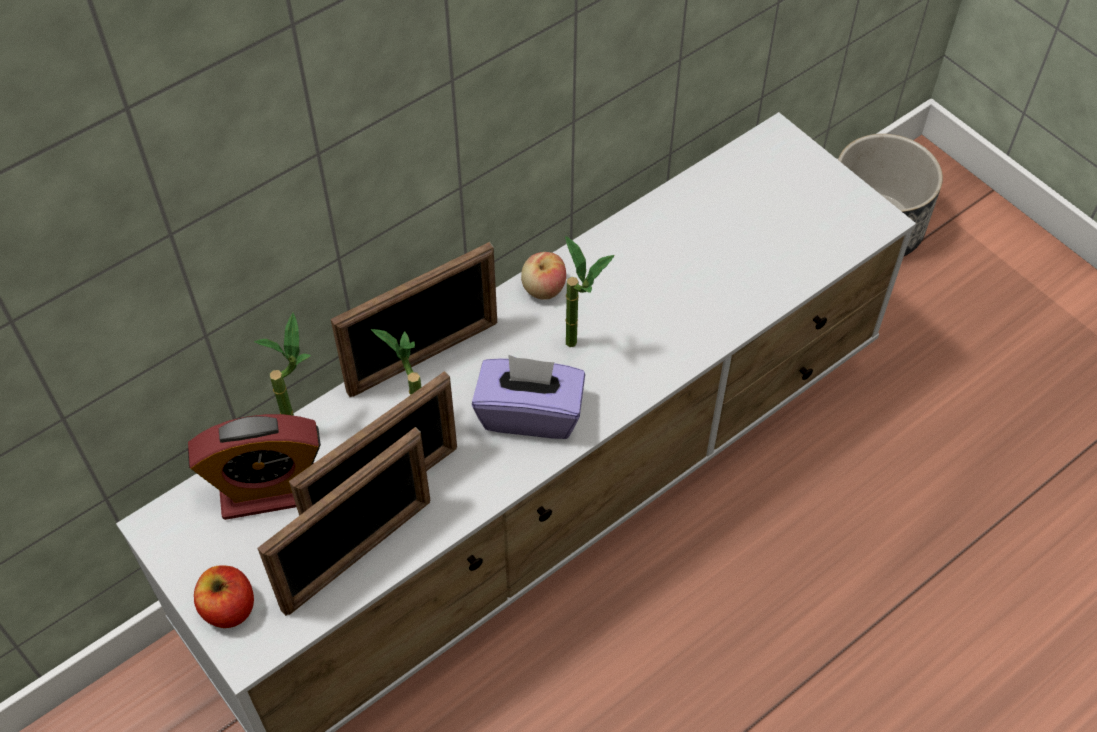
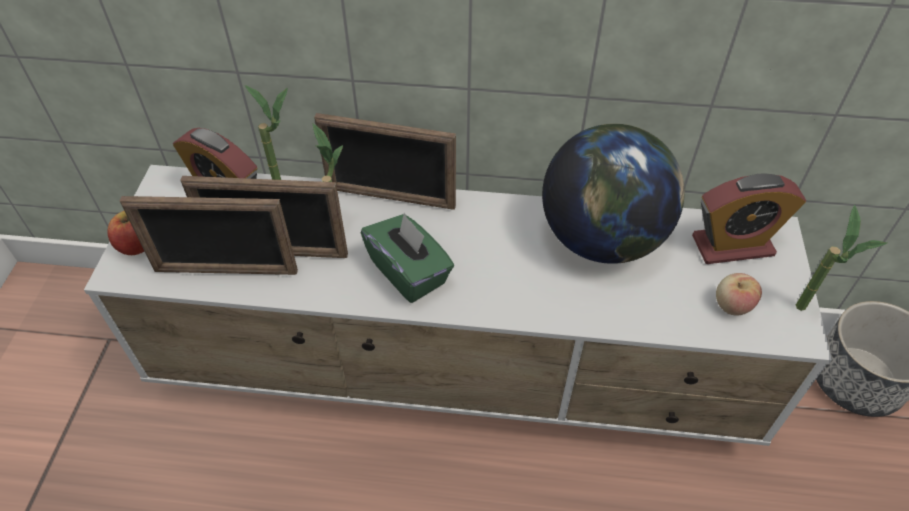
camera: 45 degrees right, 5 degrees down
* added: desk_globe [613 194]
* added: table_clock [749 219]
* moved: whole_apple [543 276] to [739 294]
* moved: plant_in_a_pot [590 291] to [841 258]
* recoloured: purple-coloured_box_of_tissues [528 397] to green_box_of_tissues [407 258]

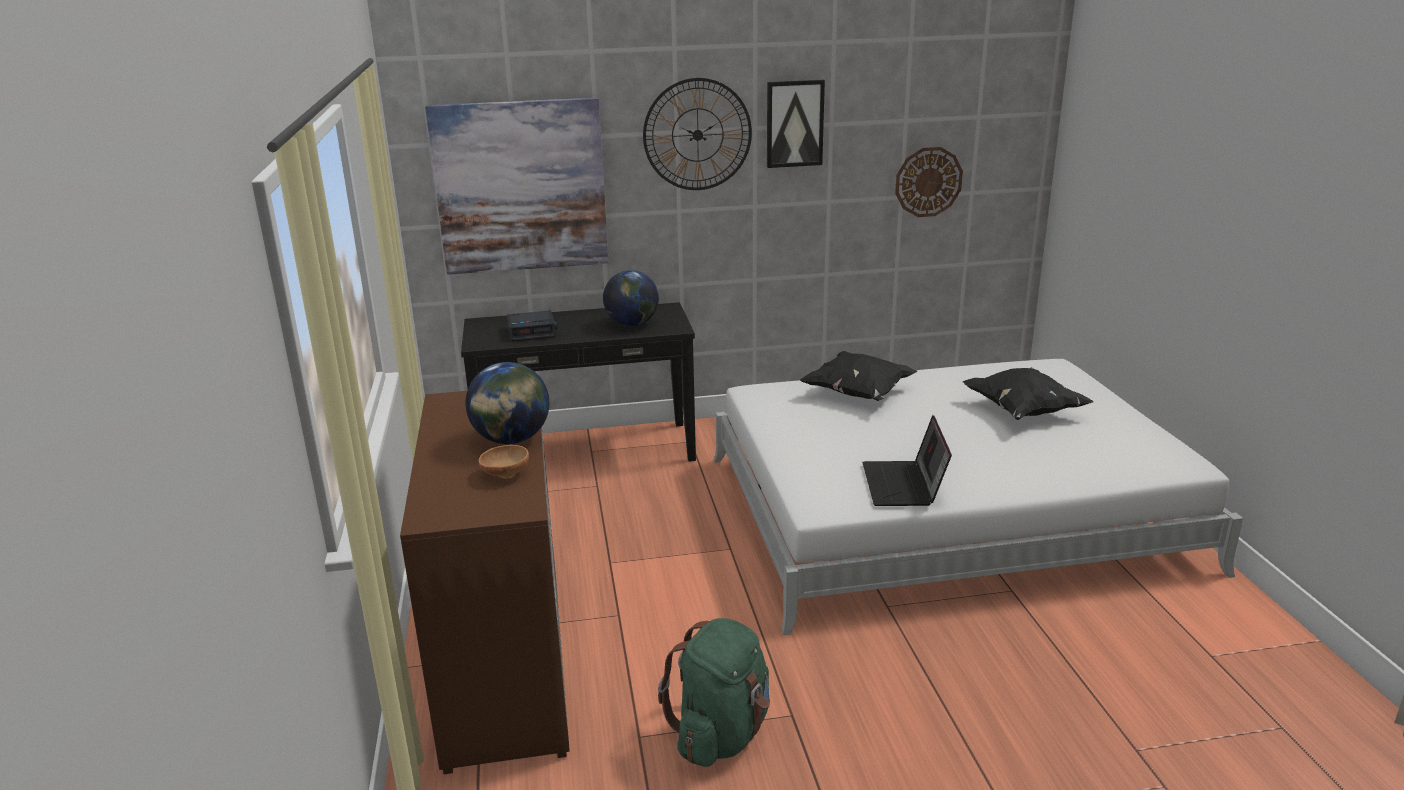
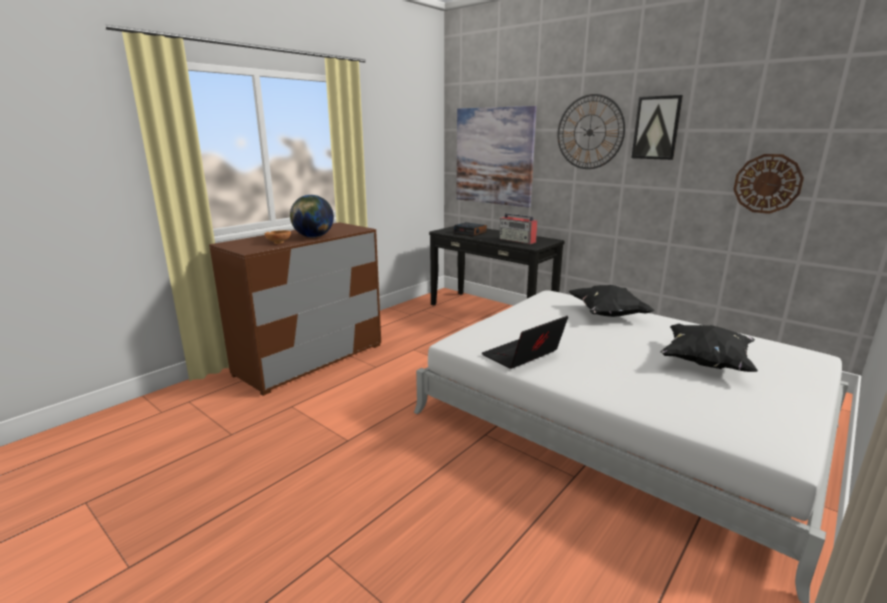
camera: 50 degrees right, 5 degrees down
* removed: green_knapsack [714 692]
* replaced: desk_globe [631 298] to radio_receiver [518 228]

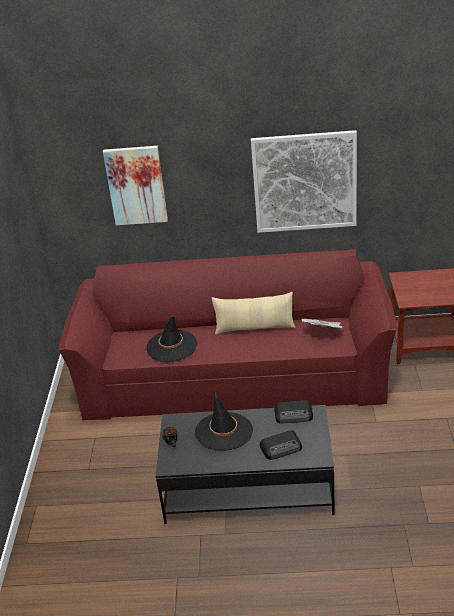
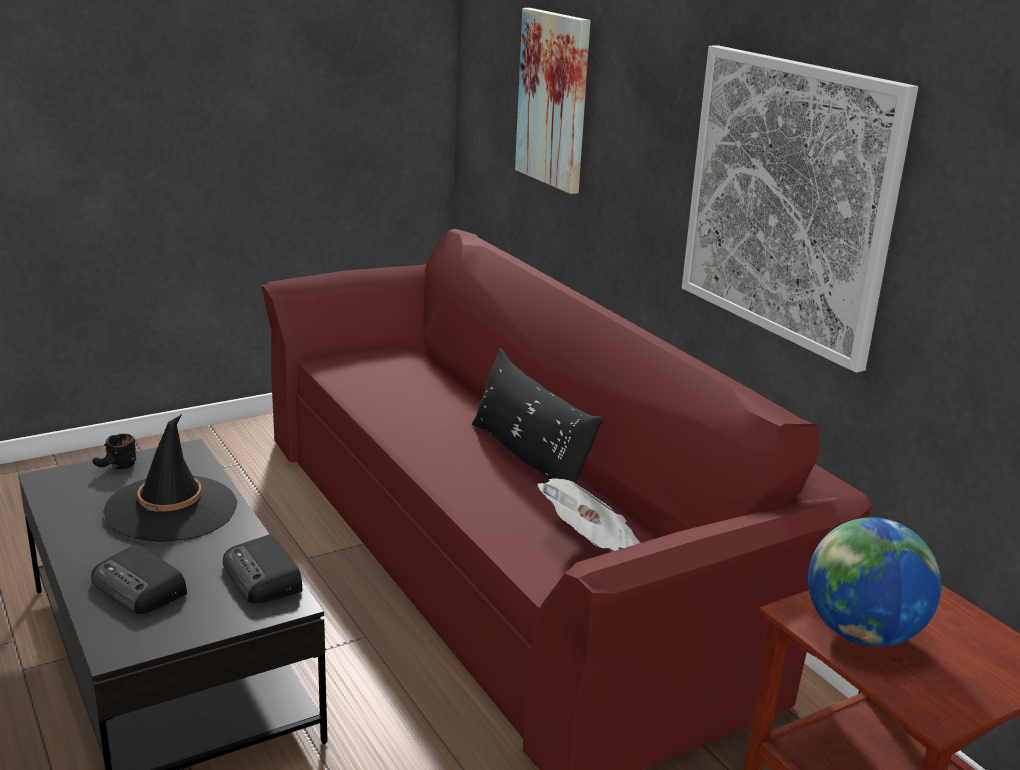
camera: 55 degrees right, 10 degrees down
* removed: black_clothing_hat [171 339]
* added: desk_globe [875 582]
* recoloured: sand-coloured_cushion [254 313] to black_cushion [537 415]

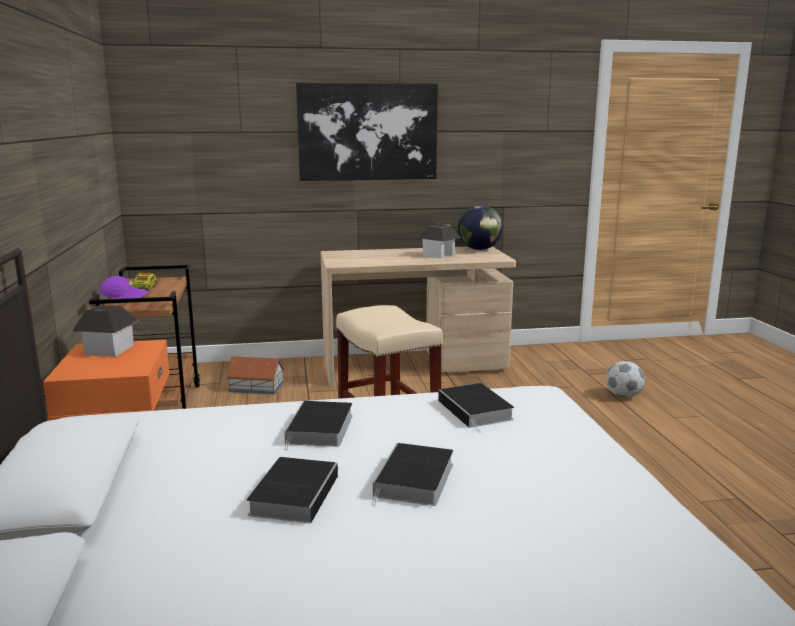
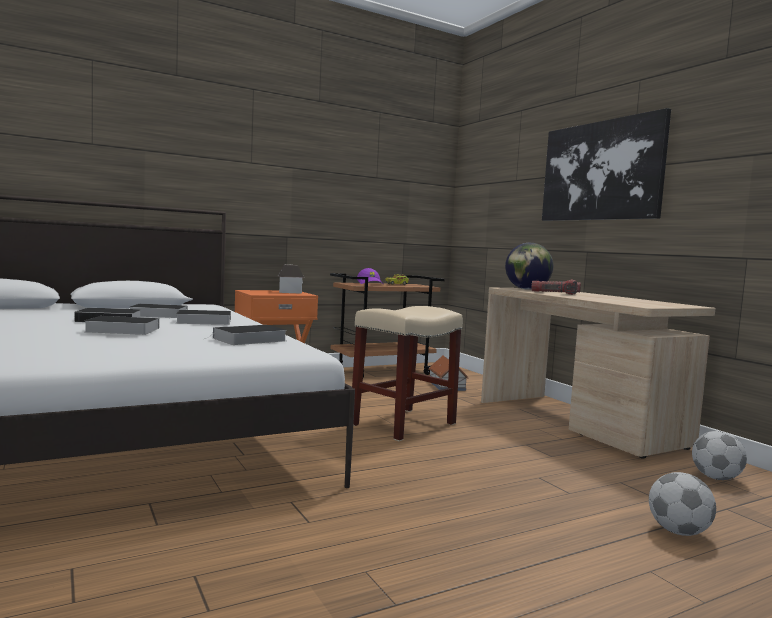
camera: 70 degrees right, 10 degrees down
* removed: toy_house [439 241]
* added: bound_book [158 311]
* added: hand_torch [556 287]
* added: football [719 455]
* moved: desk_globe [480 227] to [529 266]

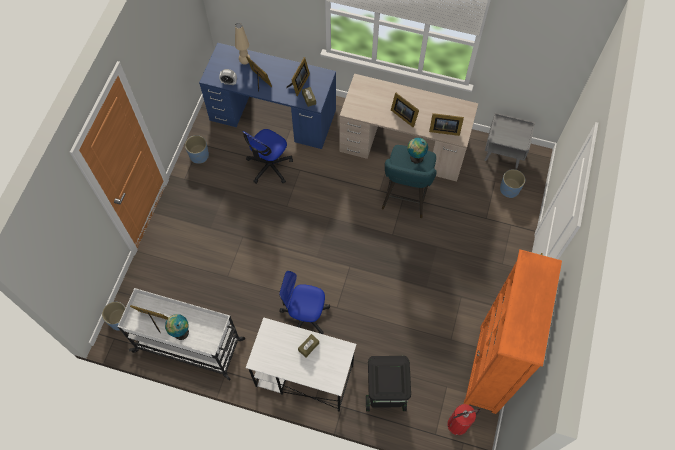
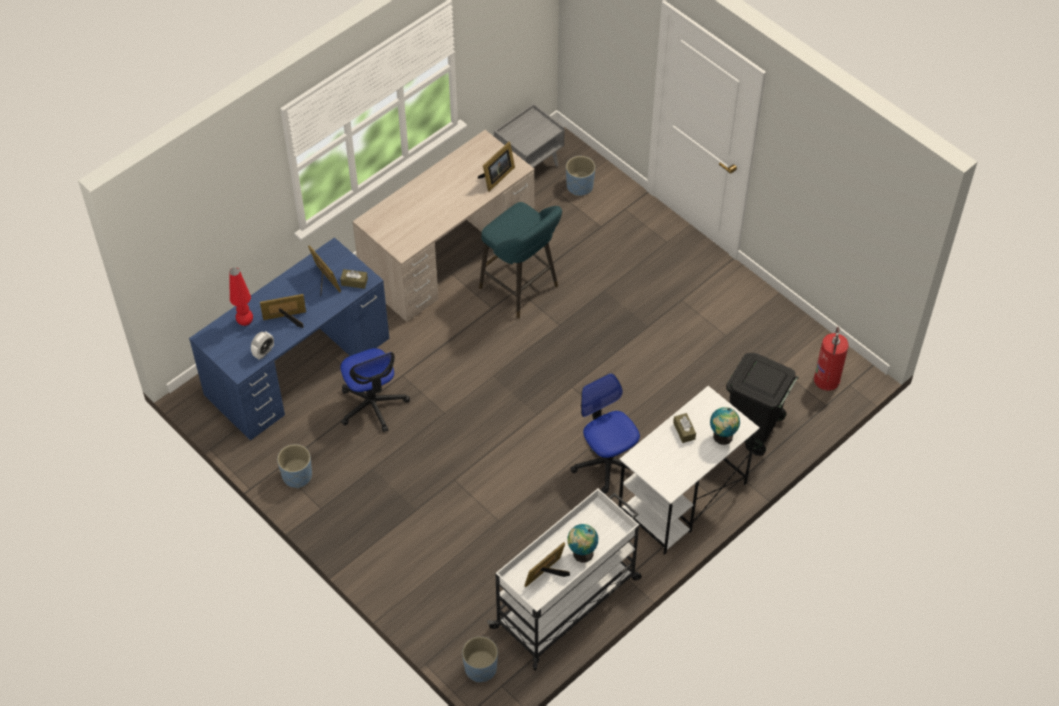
camera: 60 degrees left, 10 degrees down
* removed: standing_frame [405 110]
* removed: orange_bookcase [513 331]
* moved: desk_globe [417 151] to [725 426]
* recoloured: sand-coloured_lamp_for_a_table [242 44] to red_lamp_for_a_table [241 297]
* turned: desk_chair [304 302] = [605 433] 105 degrees clockwise

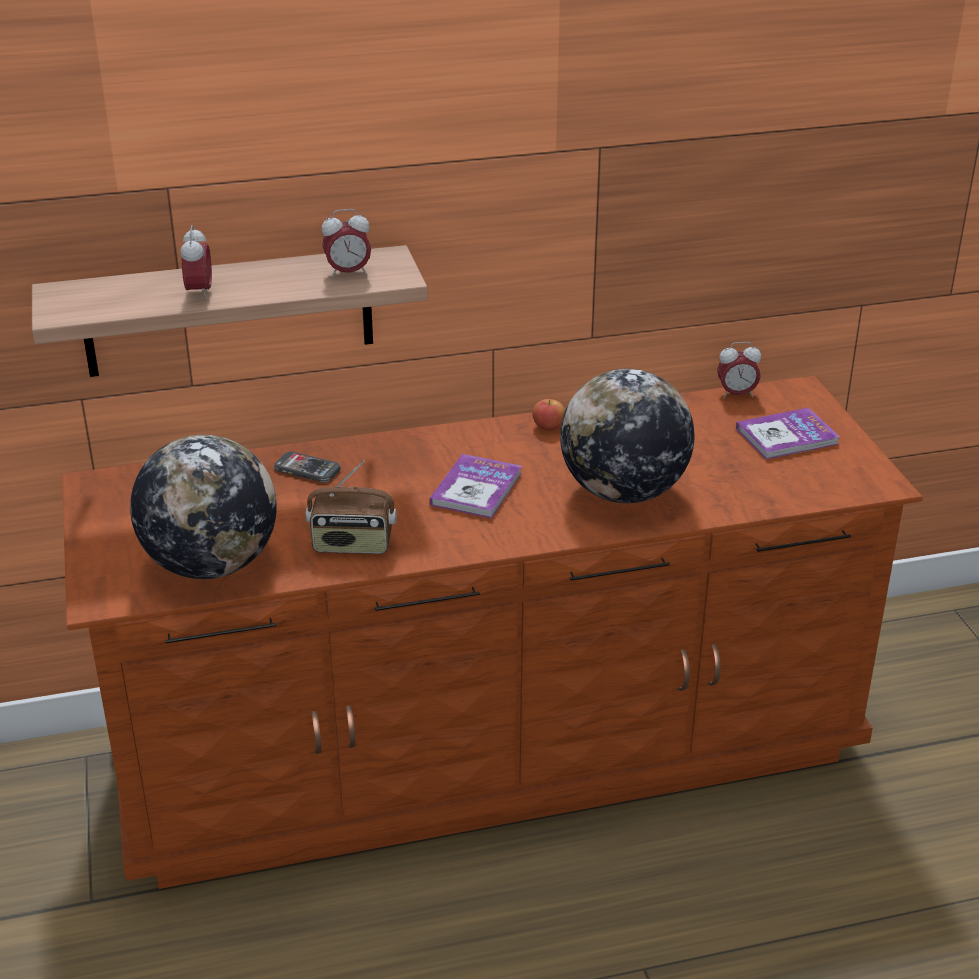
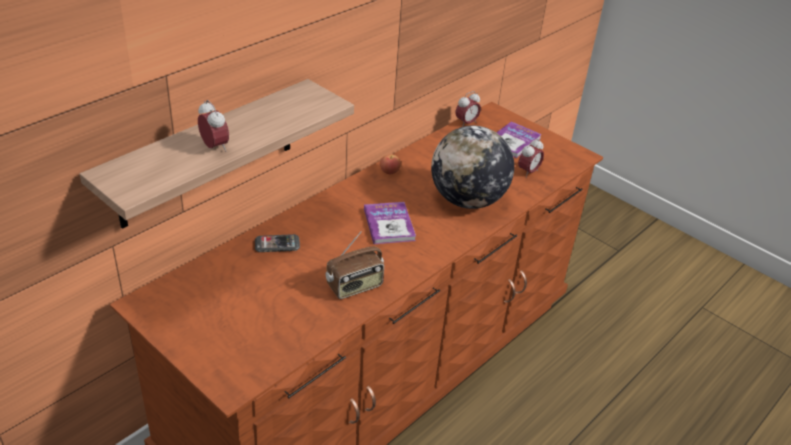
camera: 35 degrees left, 5 degrees up
* removed: desk_globe [203 507]
* moved: table_clock [346 243] to [531 158]

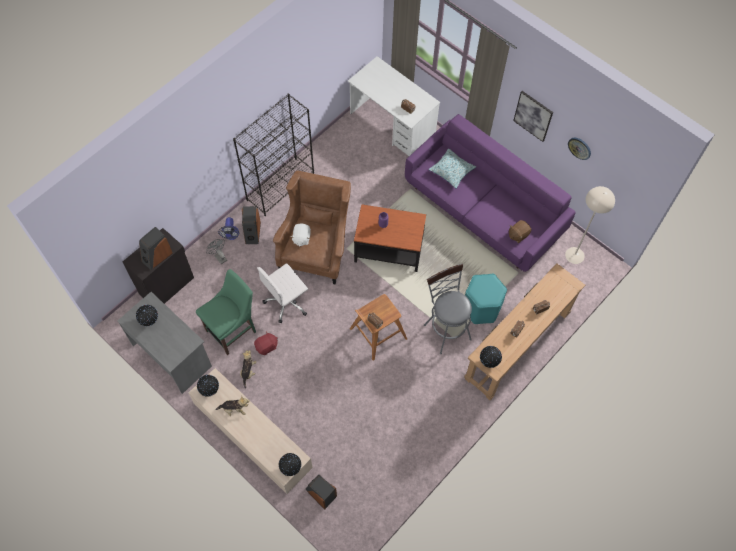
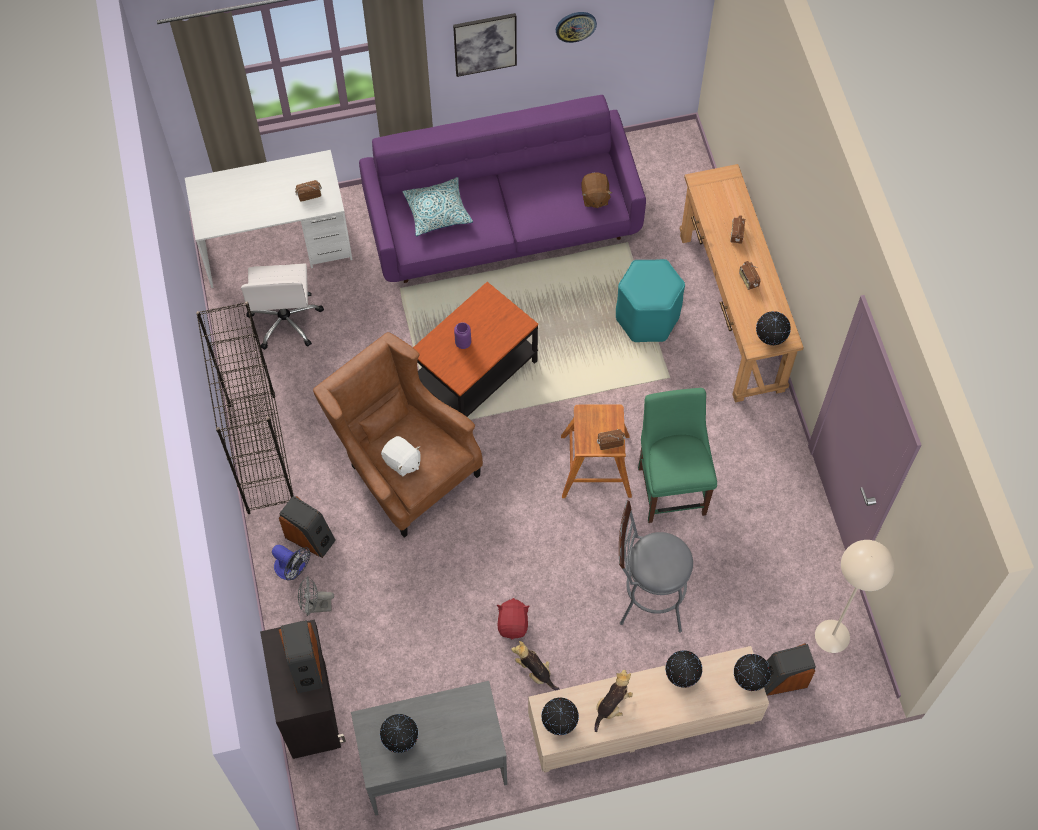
camera: 55 degrees left, 0 degrees up
* added: desk_globe [683 669]
* moved: green_upright_chair [226 312] to [677 455]
* moved: white_desk_chair [282 293] to [282 307]
* moved: grey_stool_seat [448 309] to [656 566]
* moved: sand-coloured_standing_lamp [590 225] to [854 596]

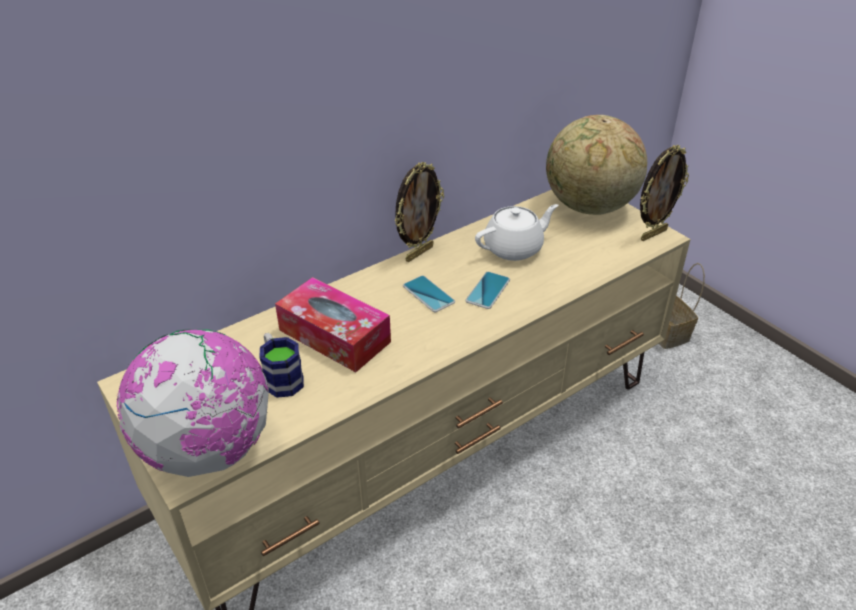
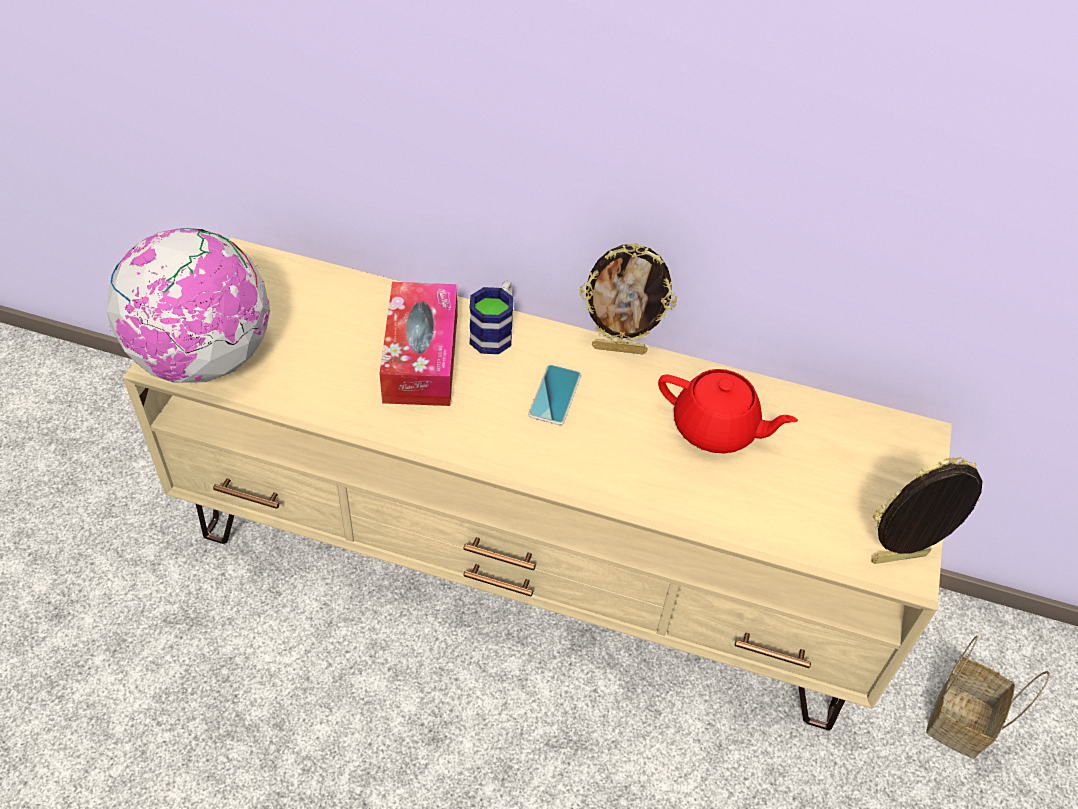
camera: 50 degrees right, 10 degrees up
* removed: phone [488 290]
* removed: desk_globe [596 165]
* moved: tea_mug [281 365] to [491 317]
* recoloured: white_pot_for_tea [517 232] to red_pot_for_tea [728 411]
* turned: standing_frame [664 193] = [926 510] 150 degrees clockwise

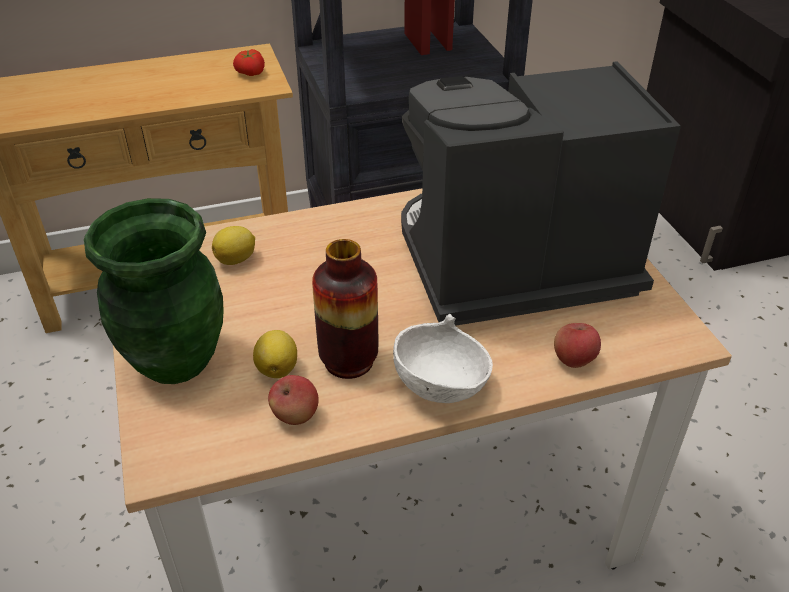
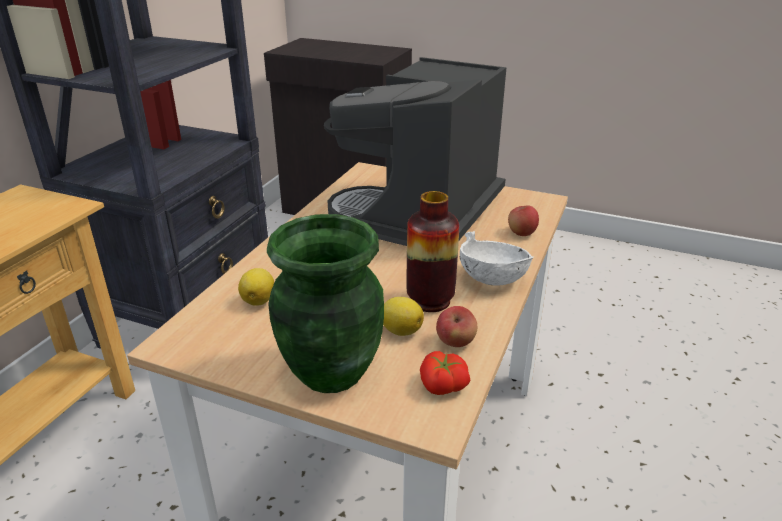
camera: 50 degrees left, 10 degrees down
* moved: fresh_tomato [249 62] to [445 373]

